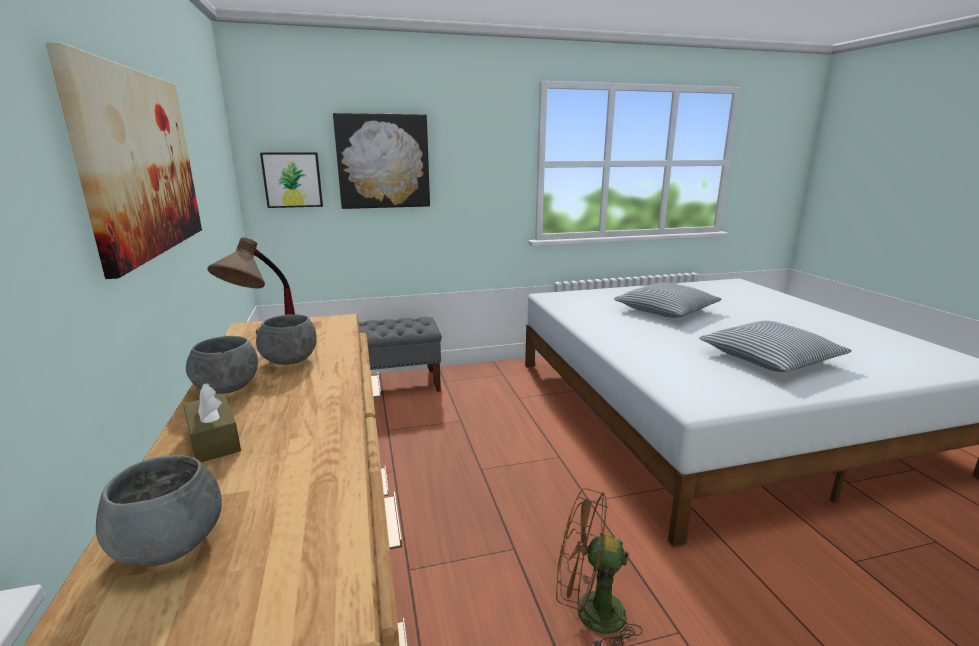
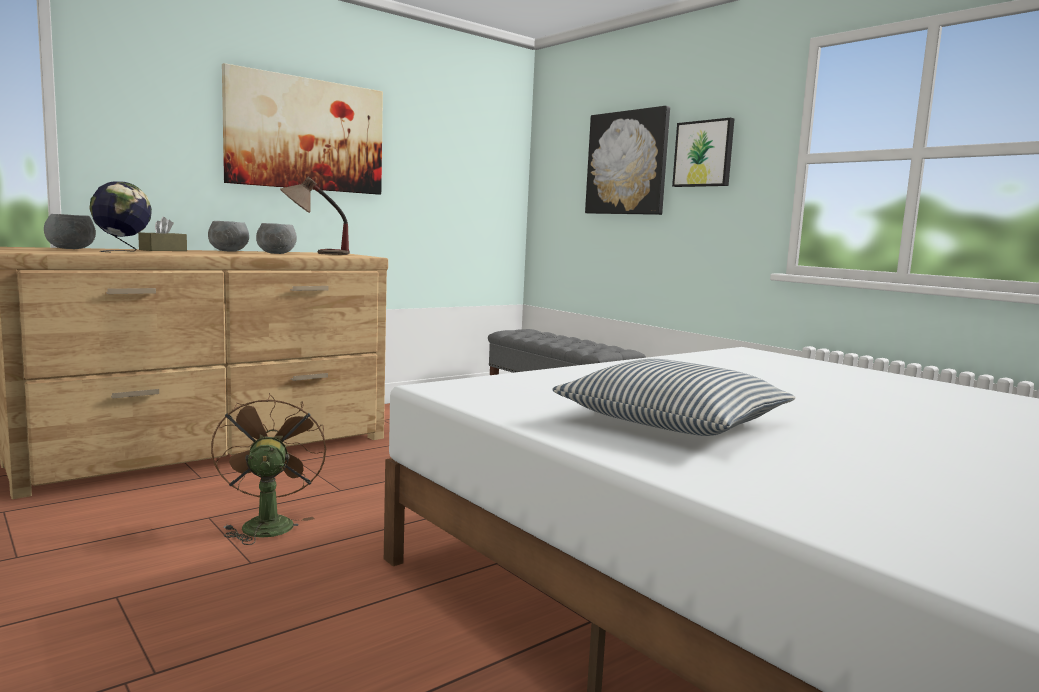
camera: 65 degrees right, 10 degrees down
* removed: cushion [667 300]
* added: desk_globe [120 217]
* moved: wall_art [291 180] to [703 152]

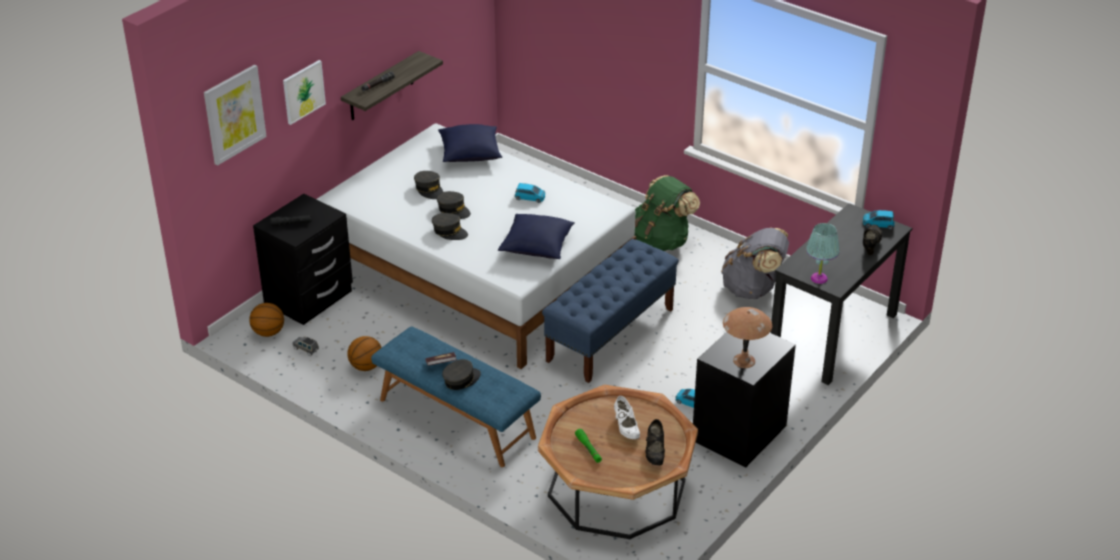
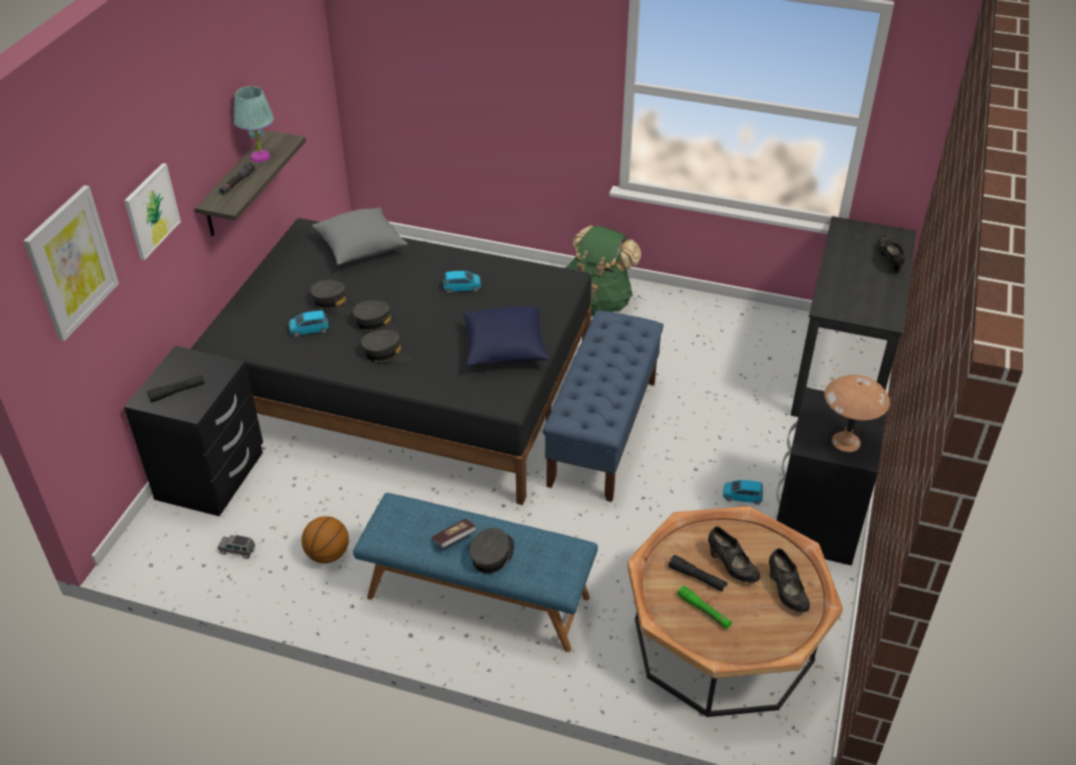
camera: 20 degrees left, 5 degrees up
* removed: basketball_ball [266 320]
* removed: grey_knapsack [755 263]
* added: black_hand_torch [697 573]
* moved: turquoise-coloured_lamp_for_a_table [822 253] to [254 124]
* moved: blue_toy_car [879 219] to [308 323]
* recoloured: white_bed [476 246] to black_bed [391 361]
* recoloured: blue_cushion [470 143] to grey_cushion [360 236]
* recoloured: white_shoe [627 417] to black_shoe [734 555]

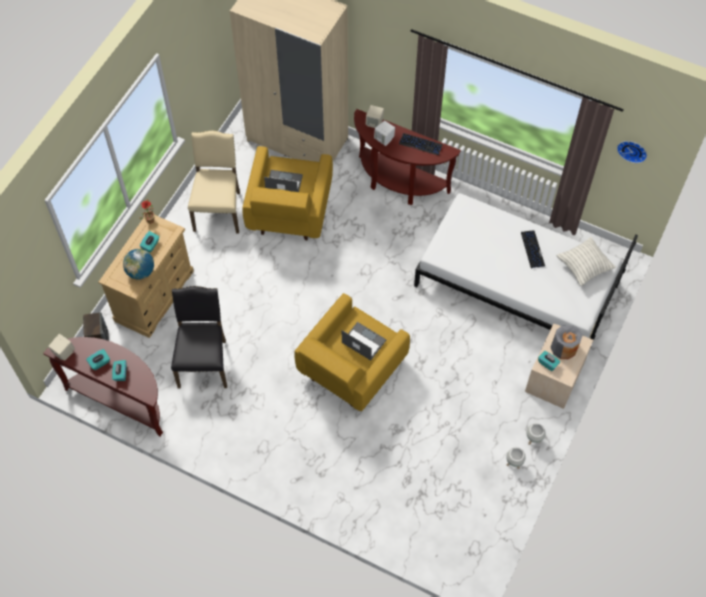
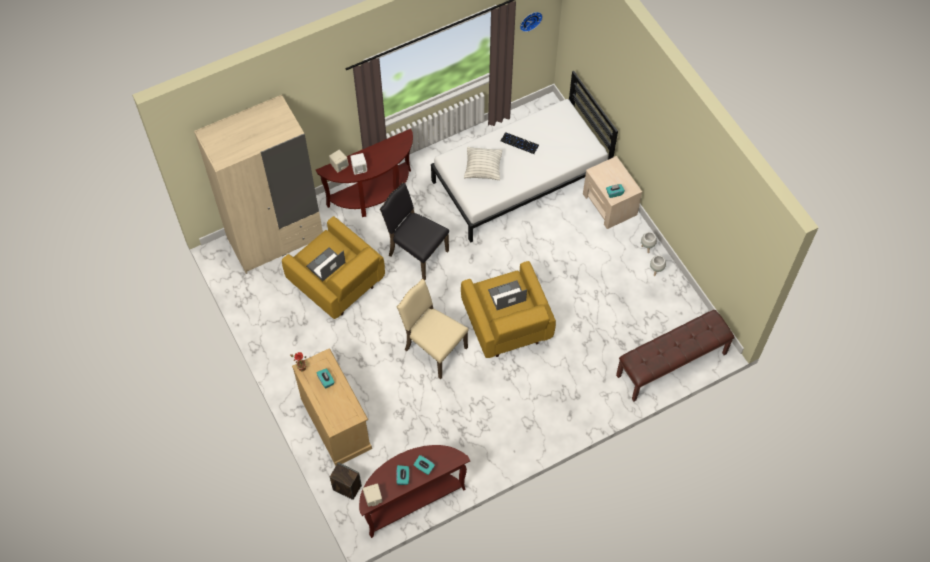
camera: 55 degrees left, 0 degrees up
* removed: desk_globe [138 264]
* removed: keyboard [421 144]
* removed: grey_flower_vase [566 342]
* added: brown-coloured_long_seat [675 356]
* moved: black_upright_chair [199 337] to [414 231]
* moved: sand-coloured_upright_chair [214 182] to [433 329]
* moved: cushion [586 261] to [483 163]

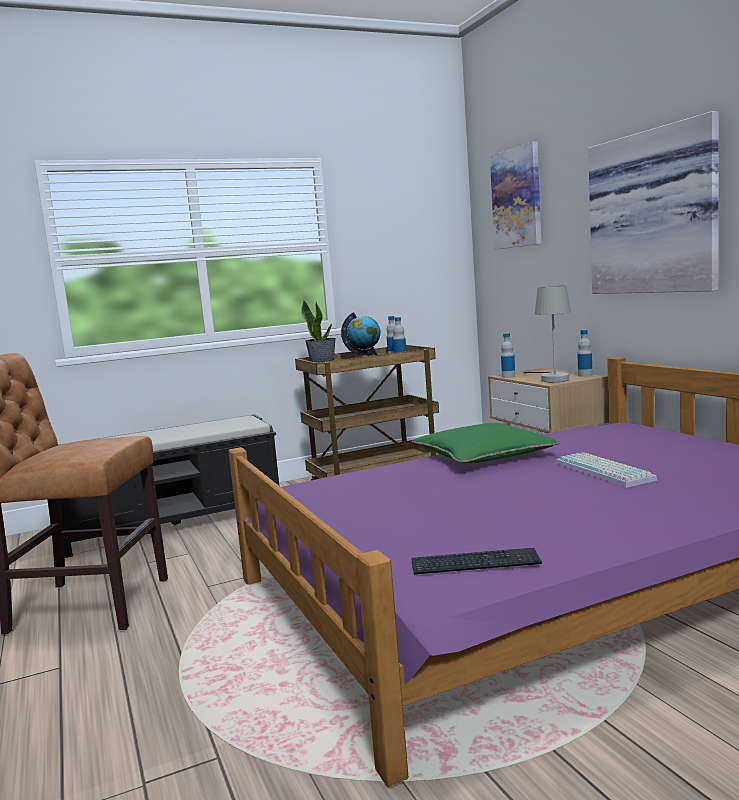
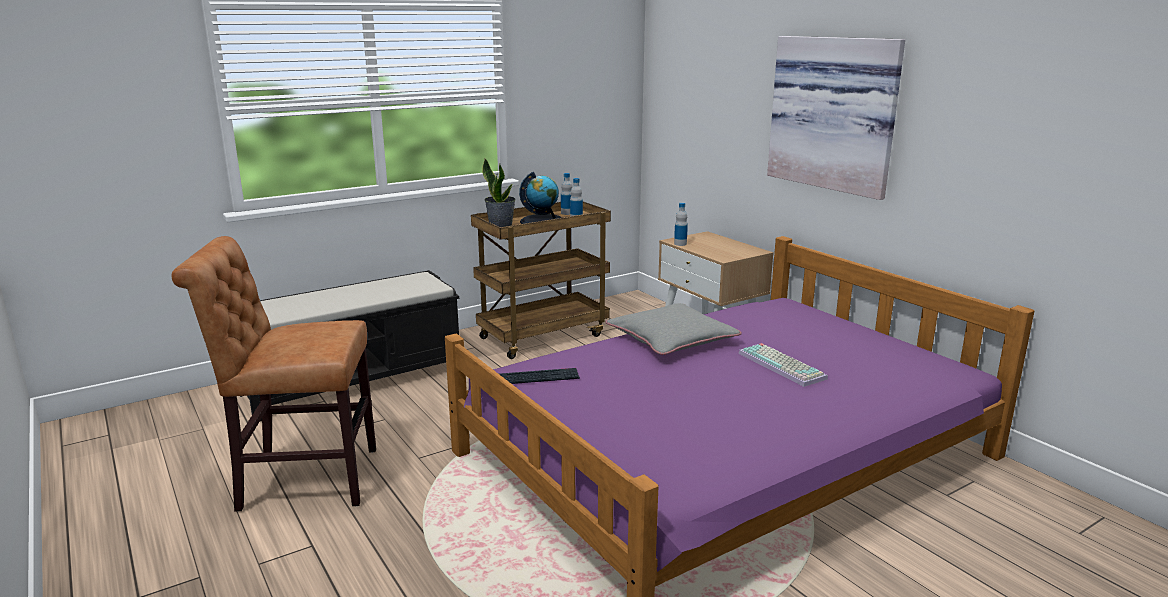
camera: 10 degrees left, 10 degrees up
* removed: wall_art [515 195]
* removed: grey_lamp_for_a_table [547 334]
* removed: beverage_bottle [584 353]
* moved: keyboard [476 561] to [539 376]
* recoloured: green_cushion [486 443] to grey_cushion [674 329]

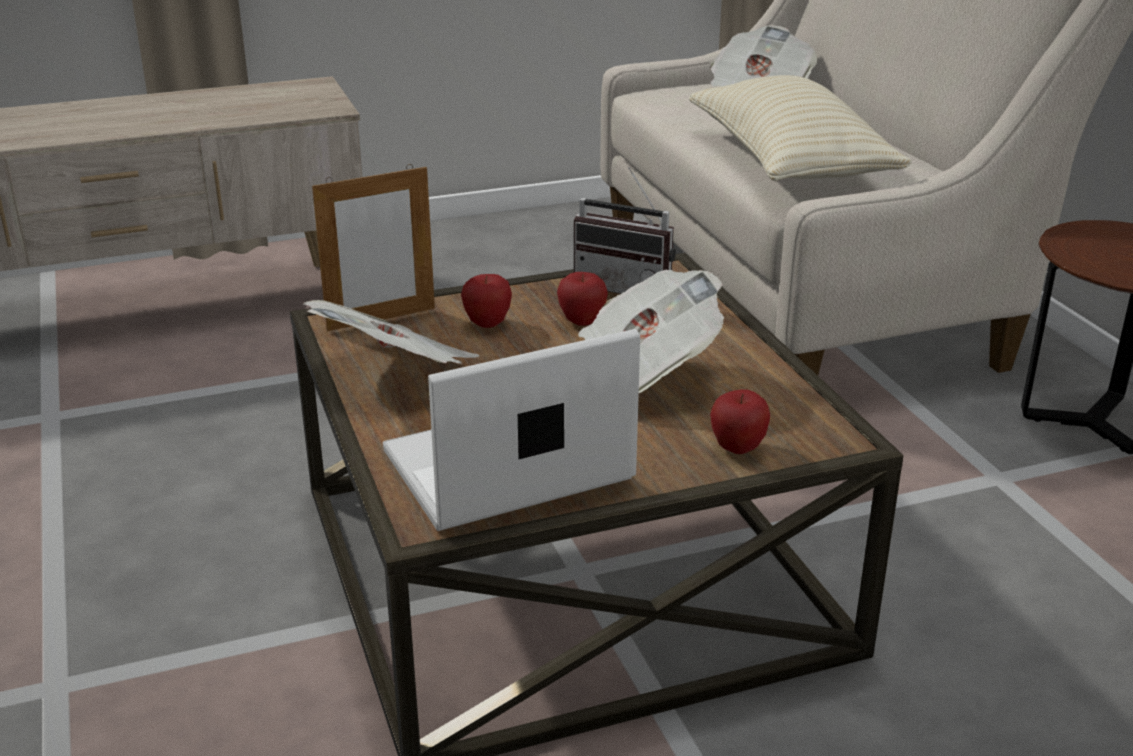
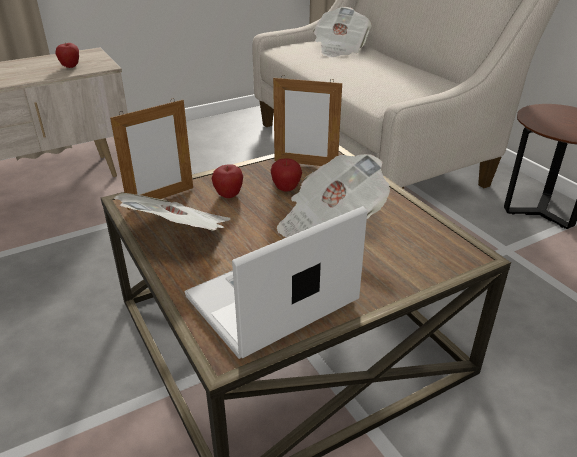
camera: 10 degrees left, 5 degrees up
* removed: sand-coloured_cushion [800 128]
* moved: whole_apple [740 422] to [67 55]
* replaced: radio_receiver [625 230] to standing_frame [307 120]

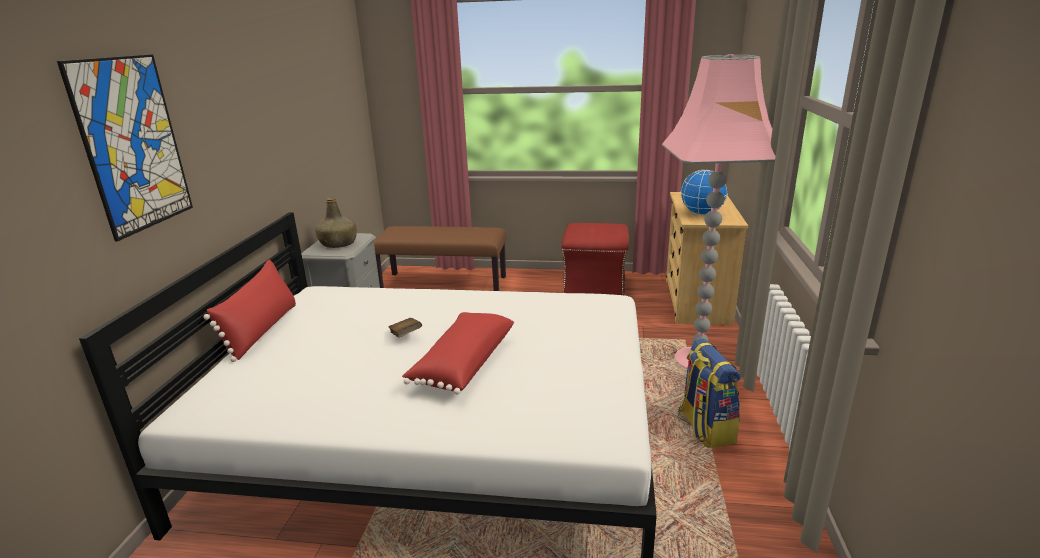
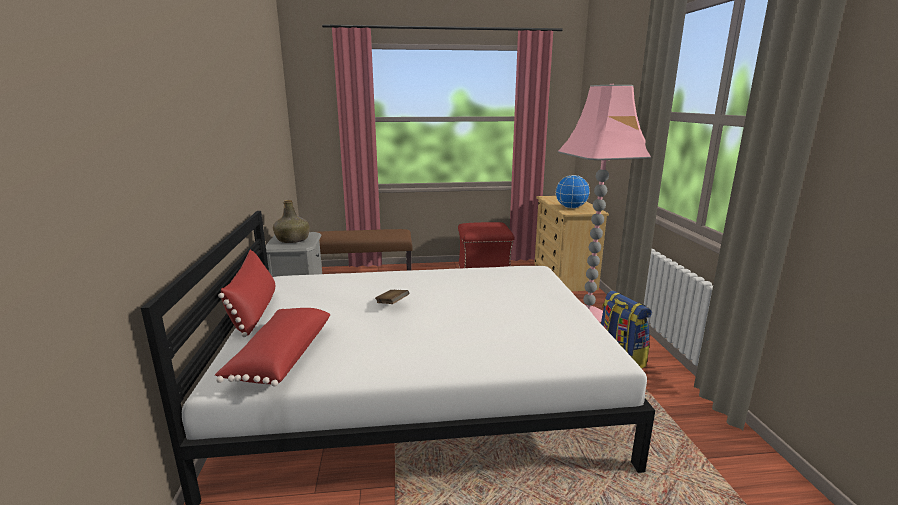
camera: 15 degrees left, 5 degrees down
* removed: wall_art [125 147]
* moved: red_cushion [458 353] to [273 347]

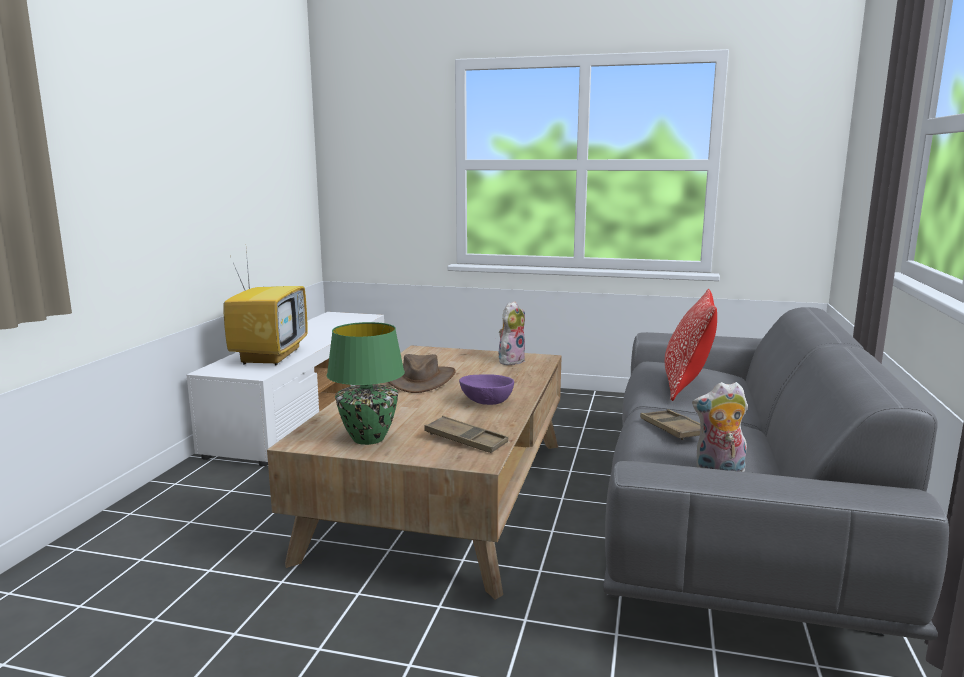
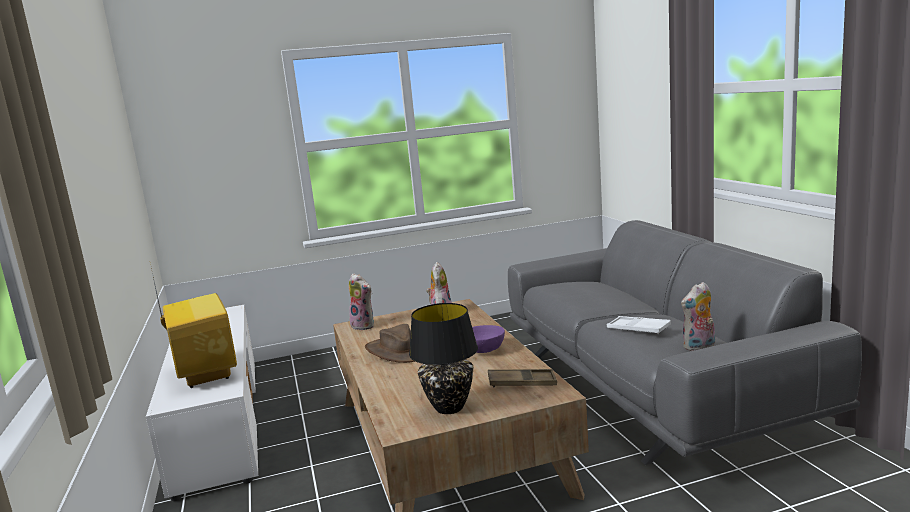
camera: 30 degrees left, 0 degrees up
* removed: cushion [691 345]
* added: soft_toy [361 301]
* recoloured: green_lamp_for_a_table [366 383] to black_lamp_for_a_table [443 358]
* recoloured: brown-coloured_serving_tray [670 424] to white_serving_tray [639 325]

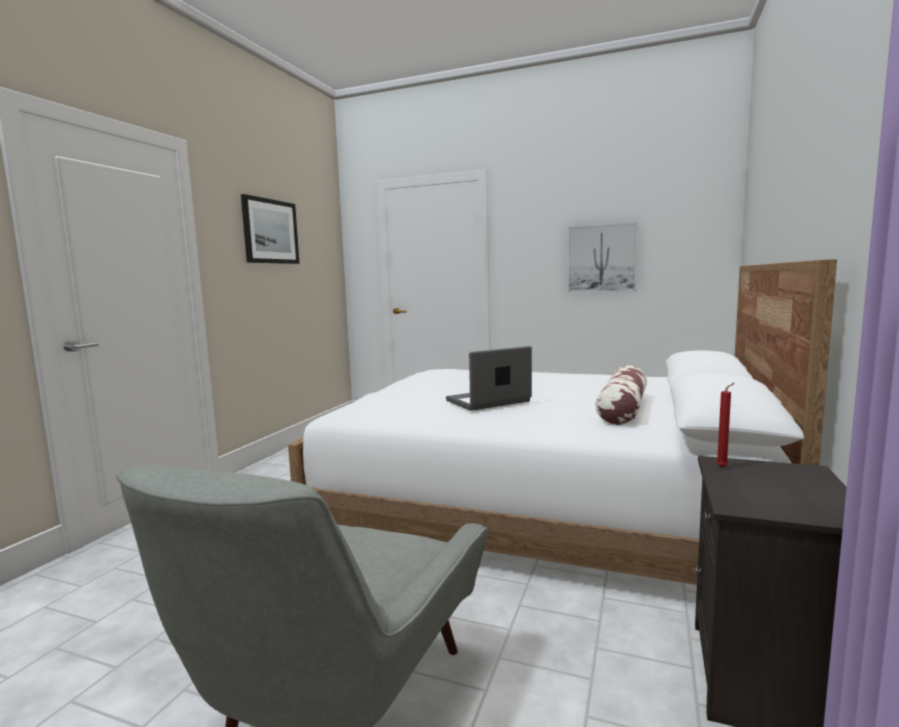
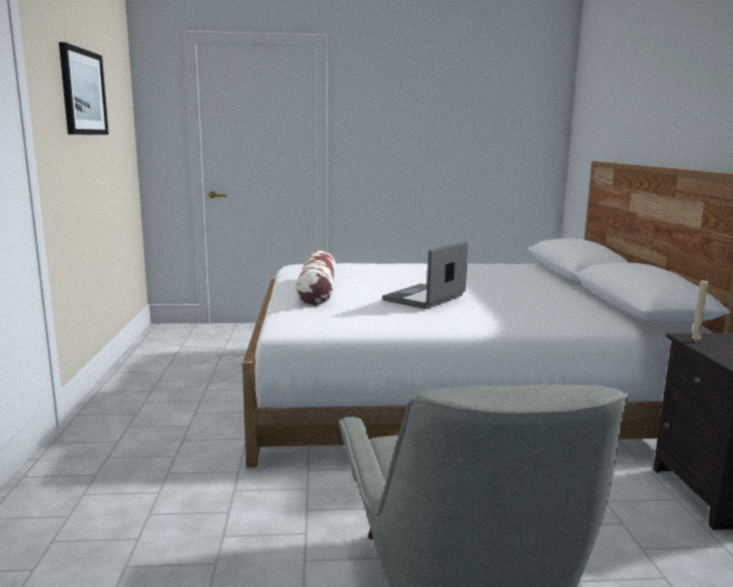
camera: 25 degrees left, 5 degrees up
* removed: wall_art [602 257]
* moved: cushion [621 395] to [315 278]
* recoloured: red_wax_candle [725 425] to sand-coloured_wax_candle [700 307]

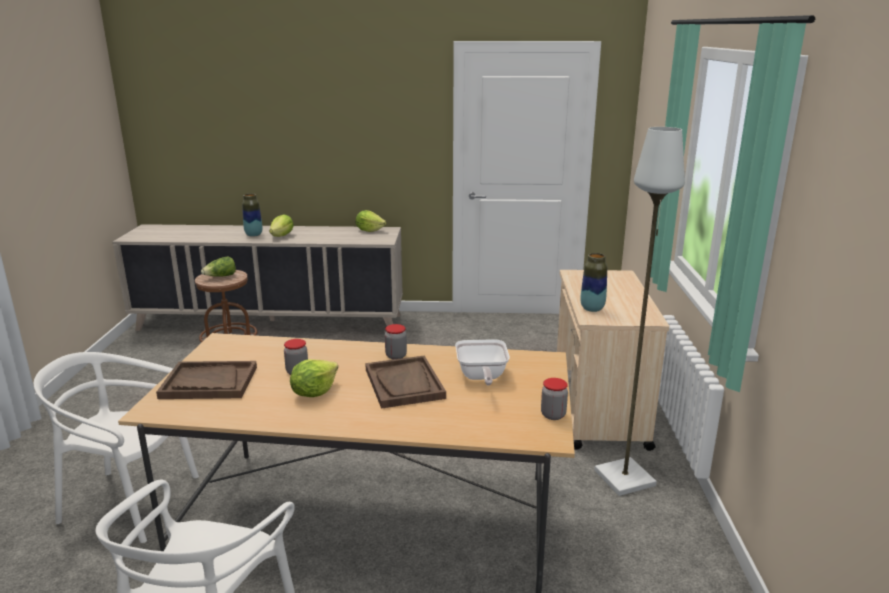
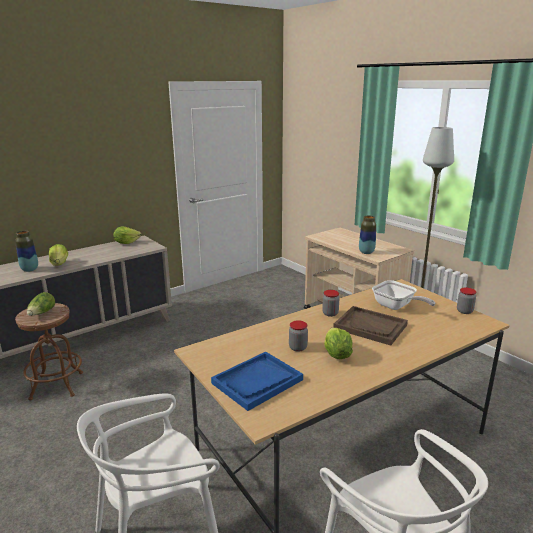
camera: 40 degrees left, 0 degrees up
* recoloured: brown-coloured_serving_tray [206 380] to blue_serving_tray [257 381]

